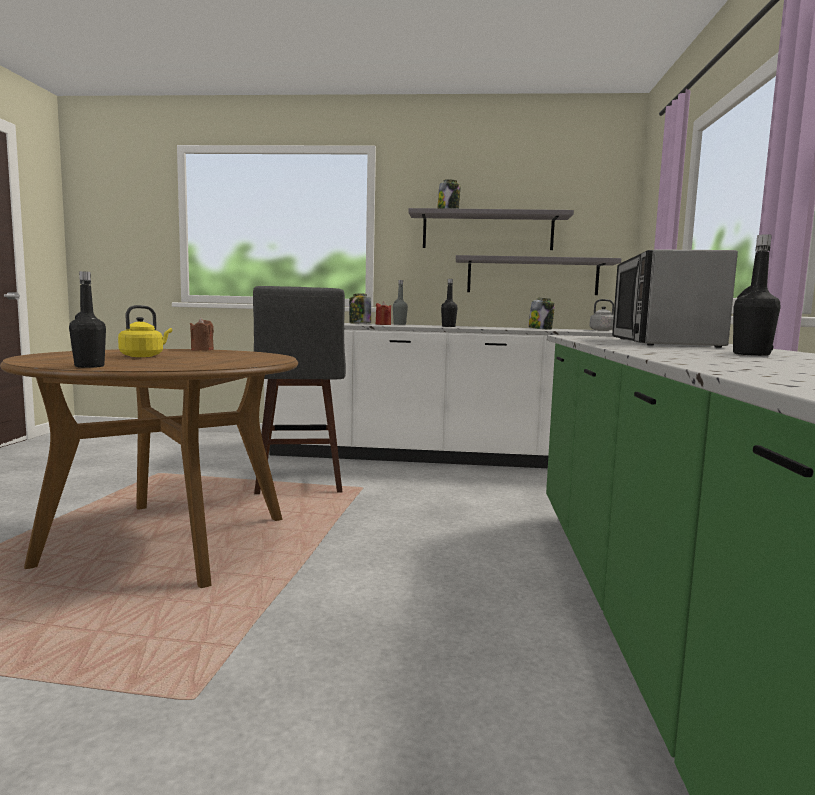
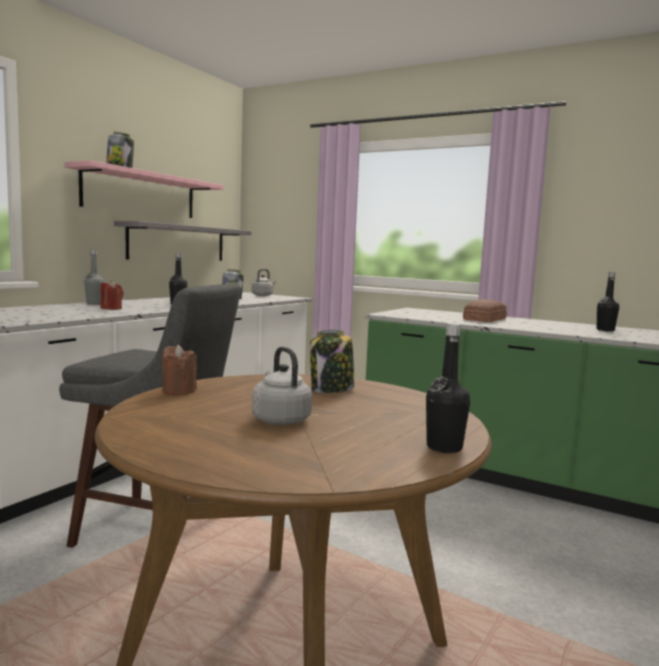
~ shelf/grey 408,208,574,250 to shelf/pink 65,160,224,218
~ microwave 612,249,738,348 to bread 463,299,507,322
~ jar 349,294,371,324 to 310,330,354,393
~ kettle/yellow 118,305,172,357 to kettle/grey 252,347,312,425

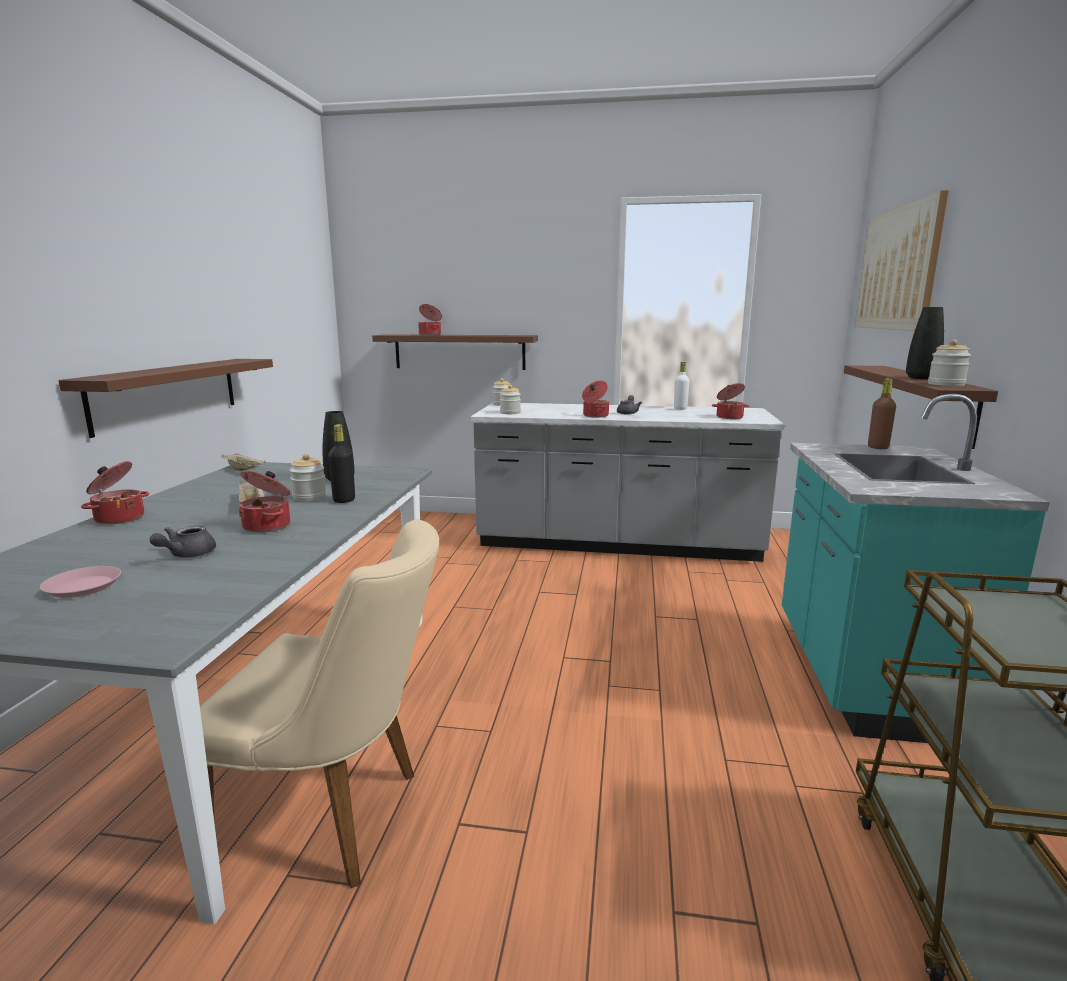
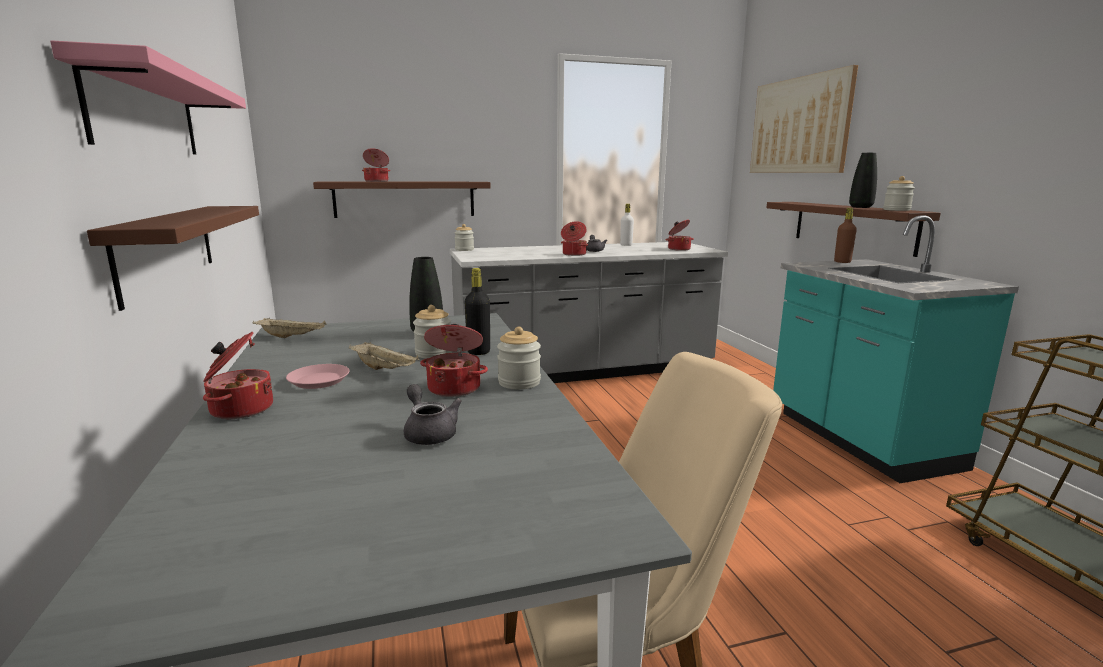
~ jar 500,385,521,414 to 497,327,541,389
~ teapot/grey 149,525,216,558 = 404,384,462,445 150 degrees clockwise
~ plate/pink 40,566,121,598 to 286,364,350,389
+ shelf/pink 50,40,246,154

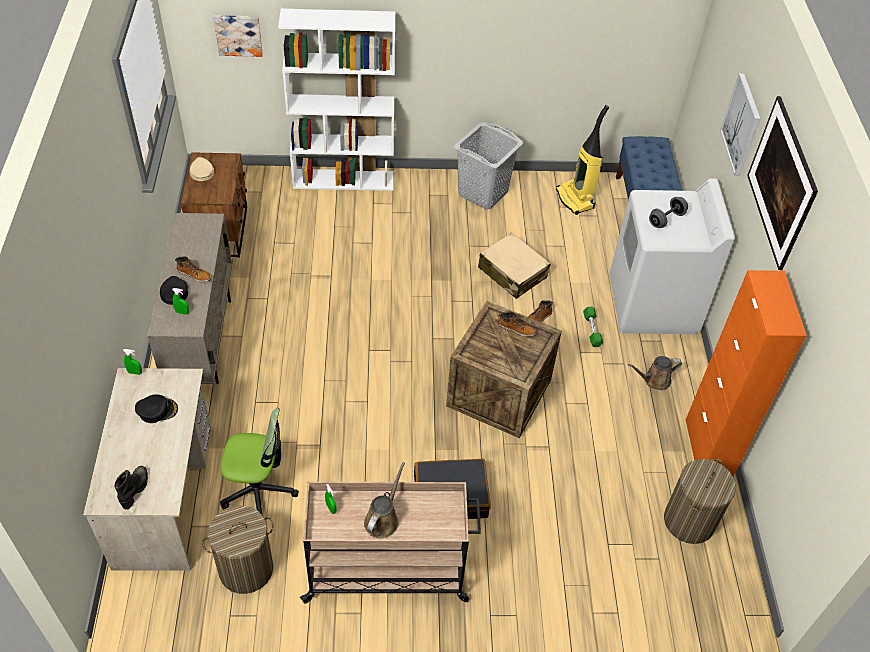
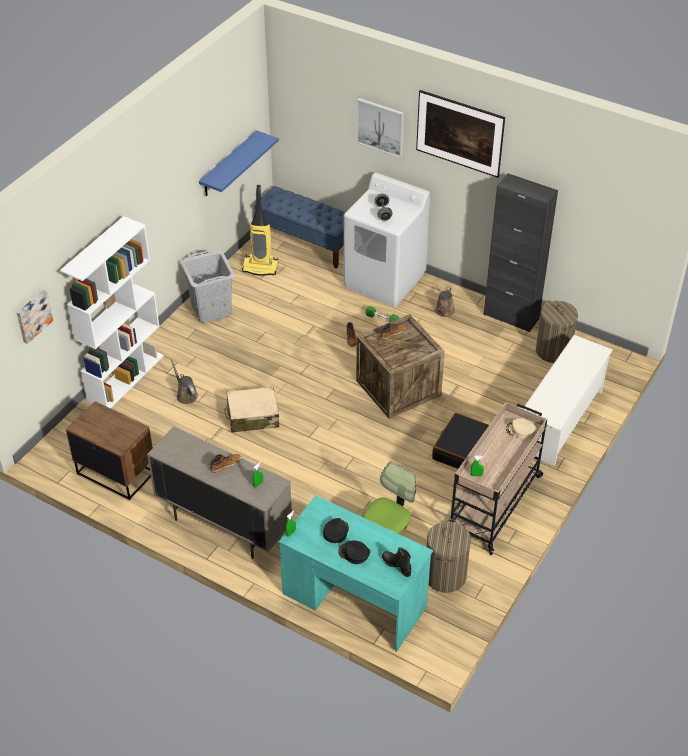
~ cap/beige 190,157,214,181 to 505,418,536,439
~ suitcase/beige 478,233,551,299 to 224,387,279,433
~ cabinet/orange 685,270,807,477 to cabinet/black 484,173,558,332
~ cap/black 160,276,188,305 to 338,540,370,564
~ desk/beige 83,368,212,571 to desk/turquoise 279,495,433,652
~ watering can/brown 364,462,405,538 to 170,359,198,404
+ shelf/blue 199,131,279,196
+ shoe rack/white 523,335,613,466

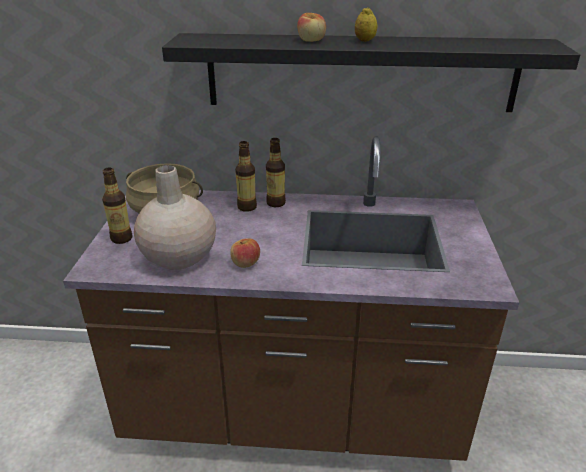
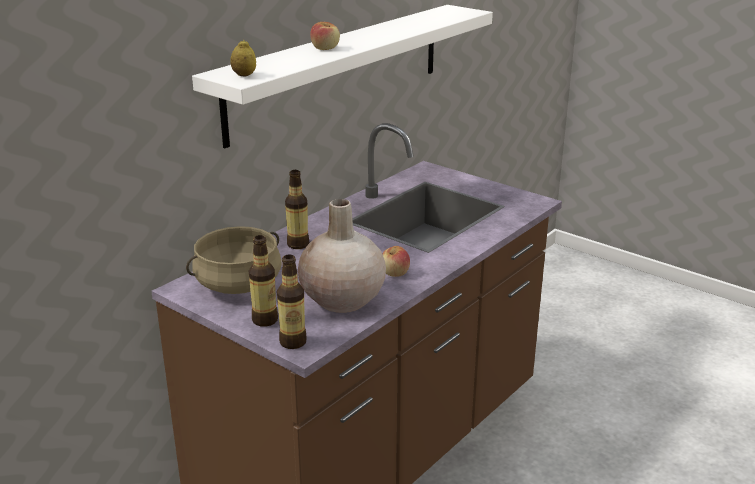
~ lemon 355,8,377,42 to 230,40,256,76
~ shelf/black 162,33,580,112 to shelf/white 192,5,493,148
~ bottle 266,138,286,207 to 277,254,307,349

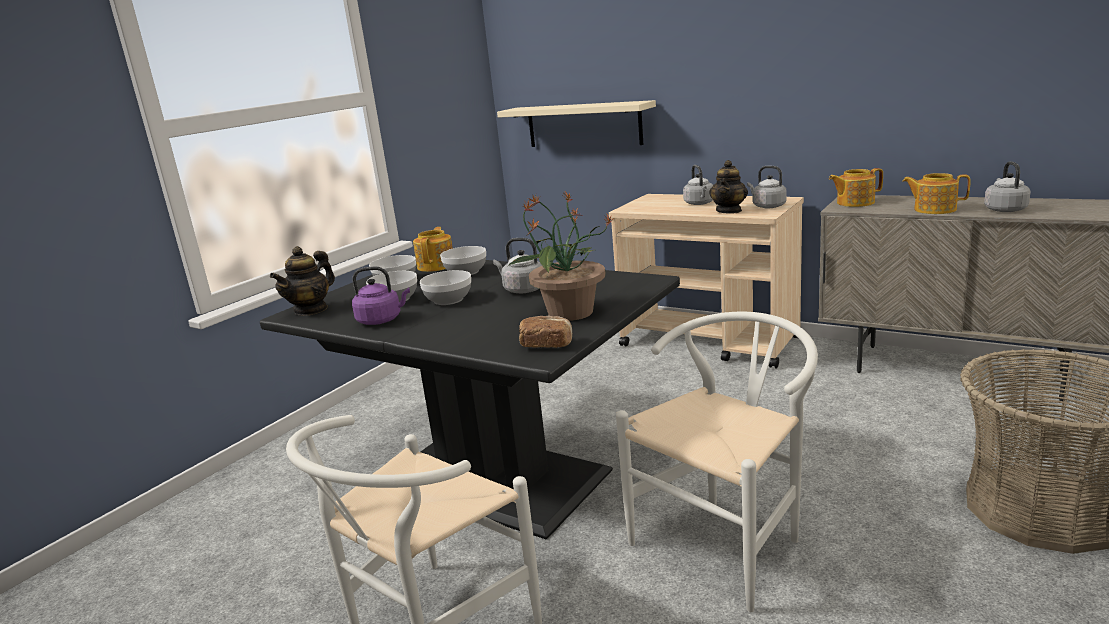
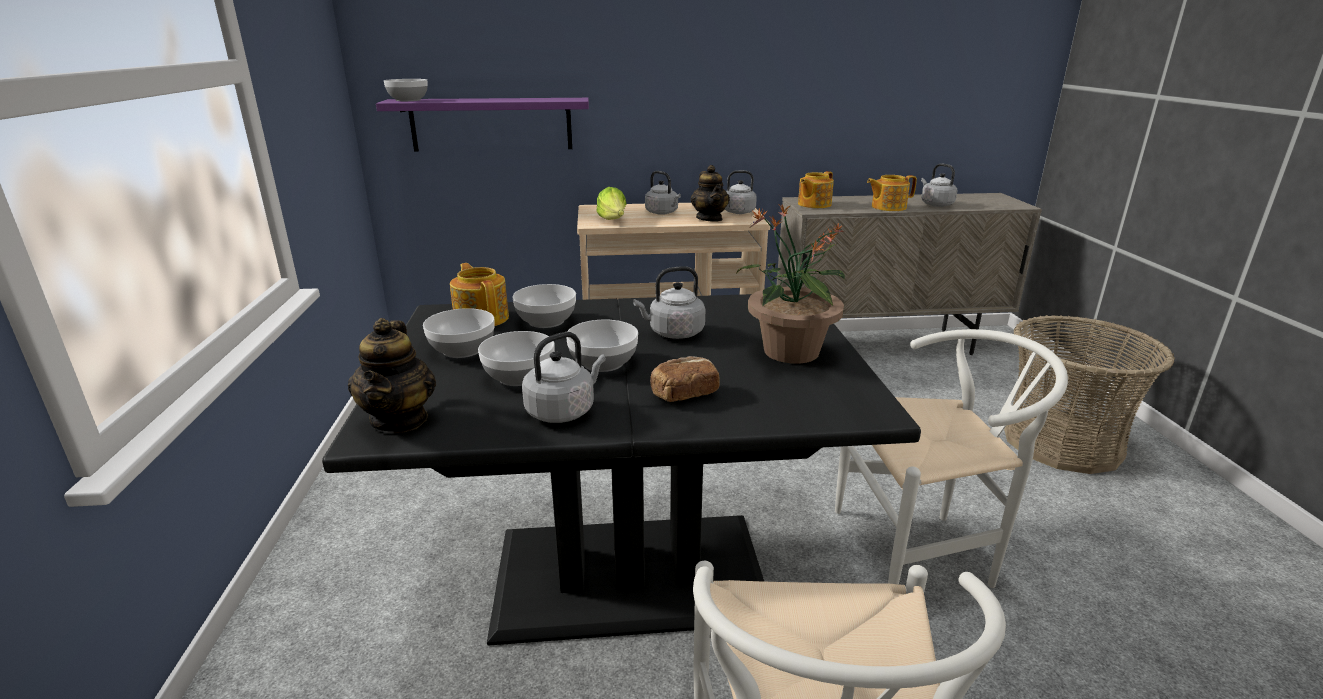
~ shelf/beige 497,100,656,147 to shelf/purple 376,98,589,152
~ kettle/purple 352,266,410,325 to kettle/grey 522,332,606,423
~ chair/white 616,312,818,612 = 835,329,1068,588 75 degrees clockwise
~ bread 519,316,572,348 to 650,356,720,402
+ bowl 384,79,428,101
+ lettuce 597,187,627,220

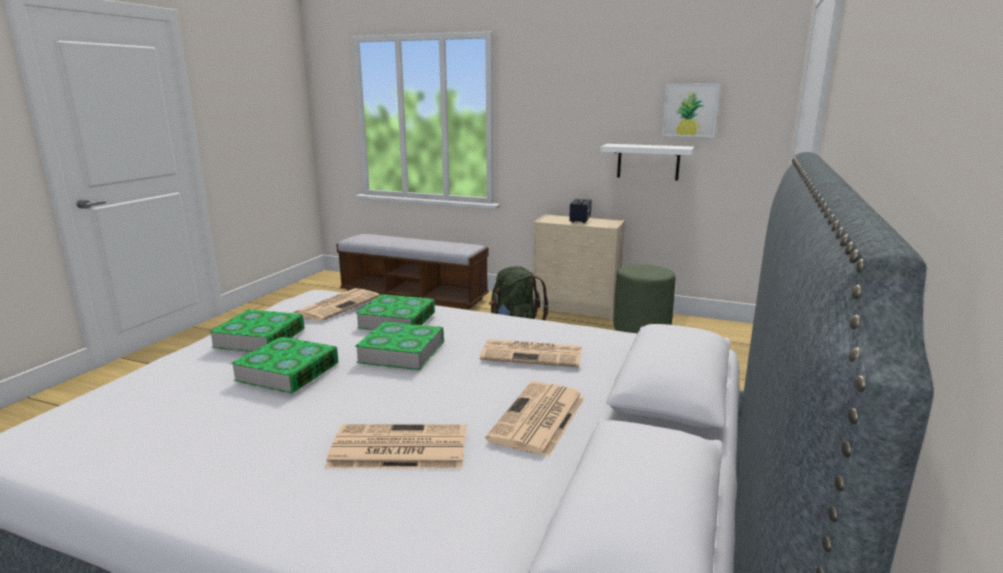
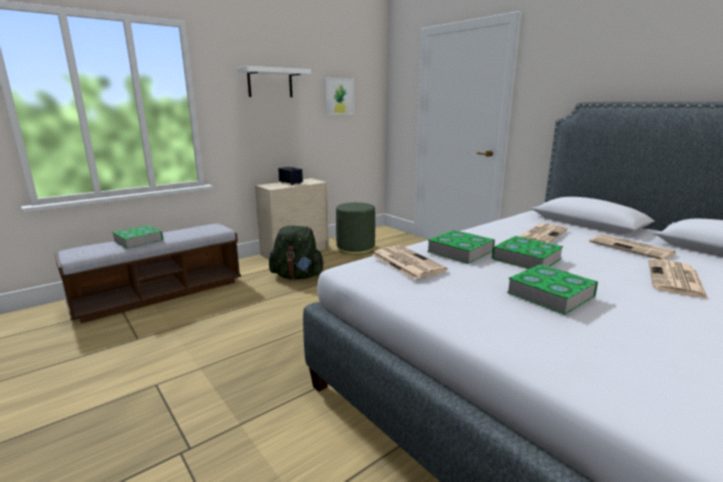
~ shelf/white 601,144,694,180 to 237,66,311,97
~ book 209,310,305,352 to 112,225,163,249

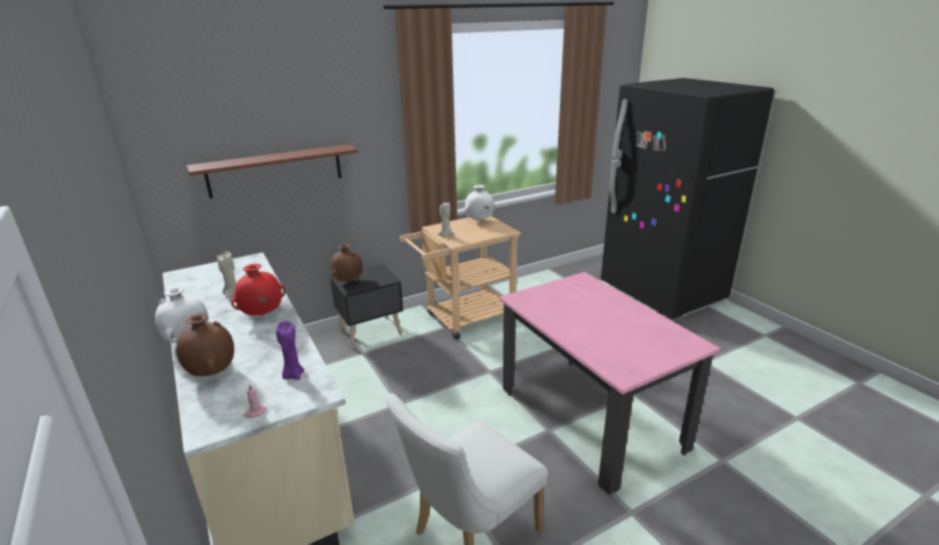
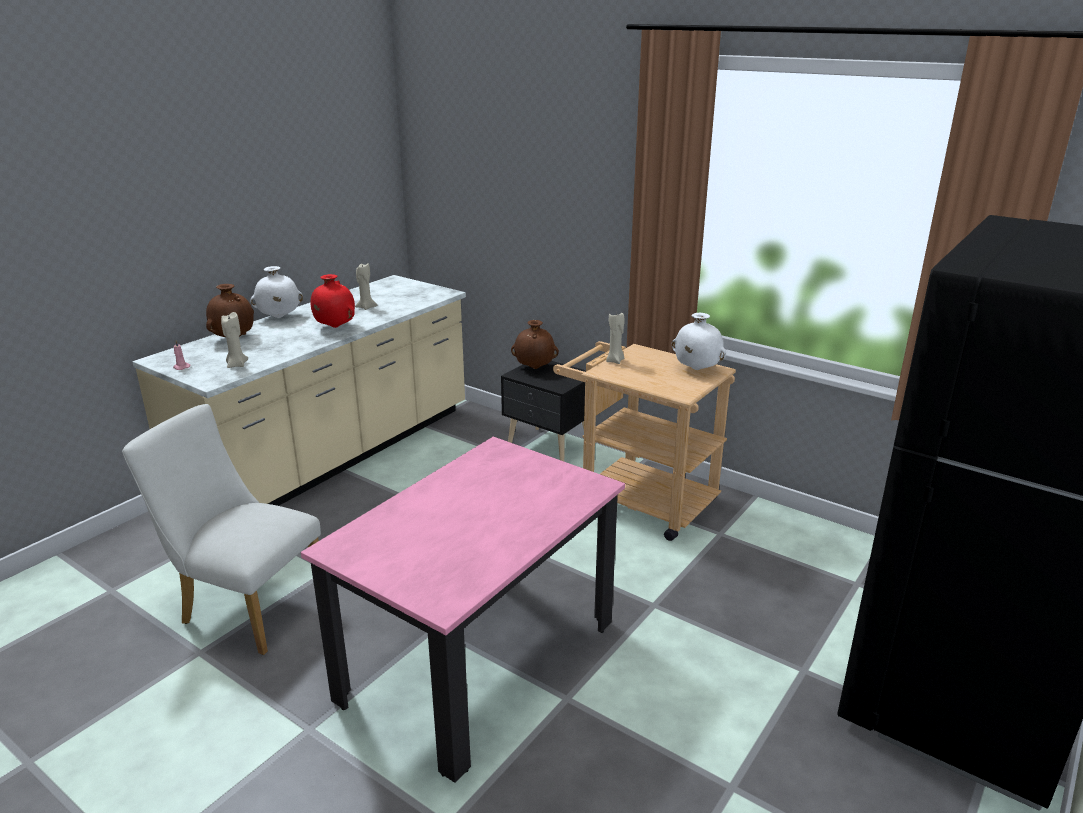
- shelf/brown 187,144,358,198
~ candle/purple 276,321,304,380 to candle/beige 221,312,248,368

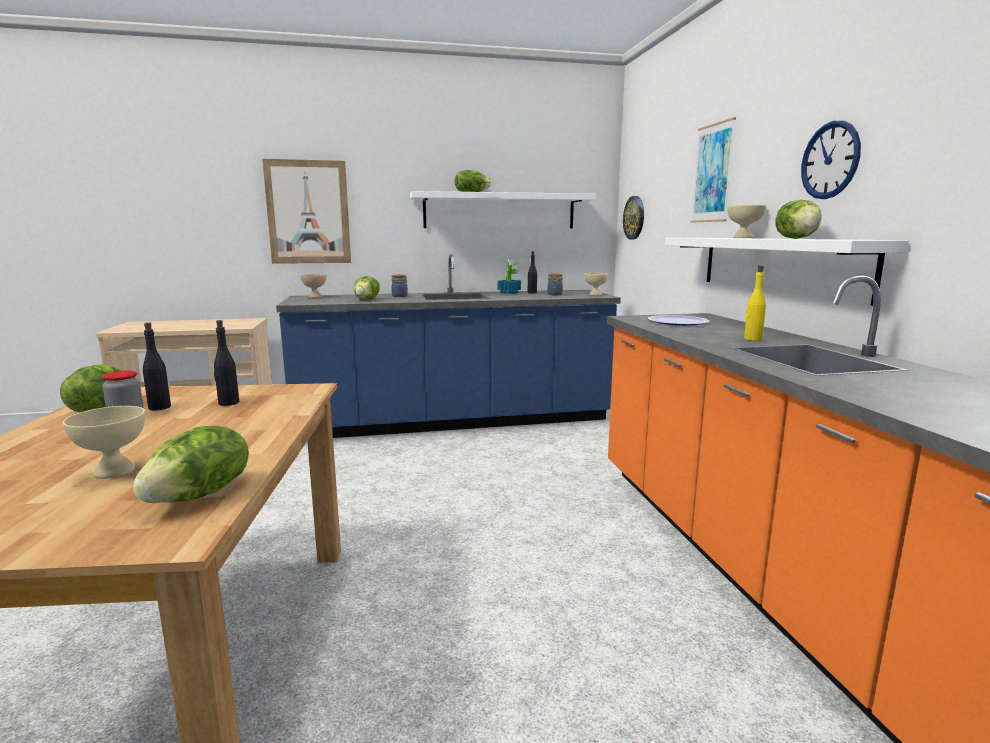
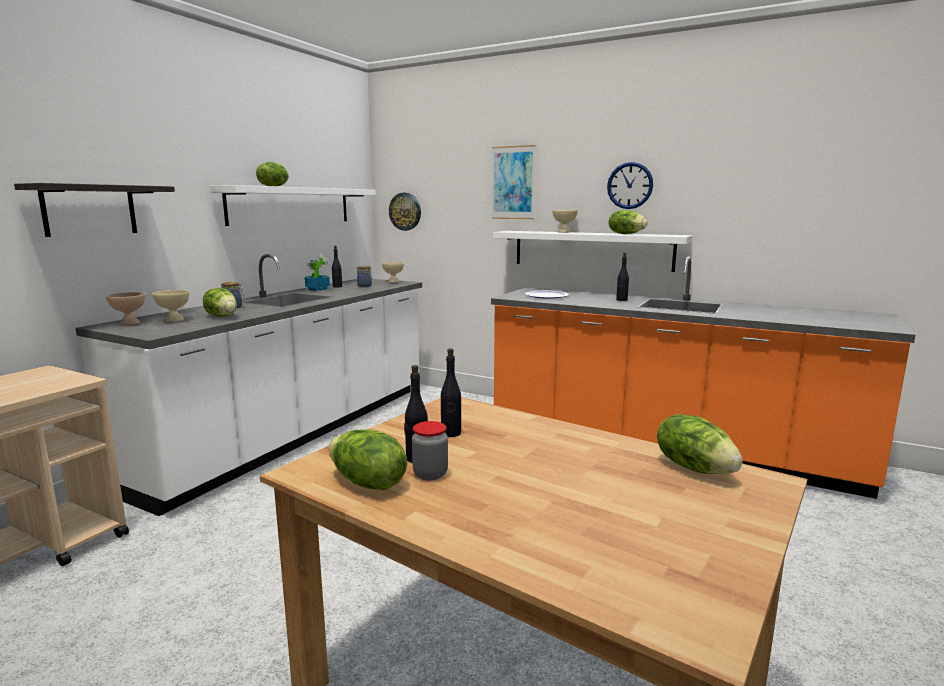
~ picture 262,159,351,264 to shelf 14,183,175,237
~ counter/blue 276,254,621,438 to counter/white 76,254,422,516
~ bottle/yellow 744,265,766,341 to bottle/black 616,253,629,301
~ bowl/beige 62,406,145,479 to 152,290,189,322

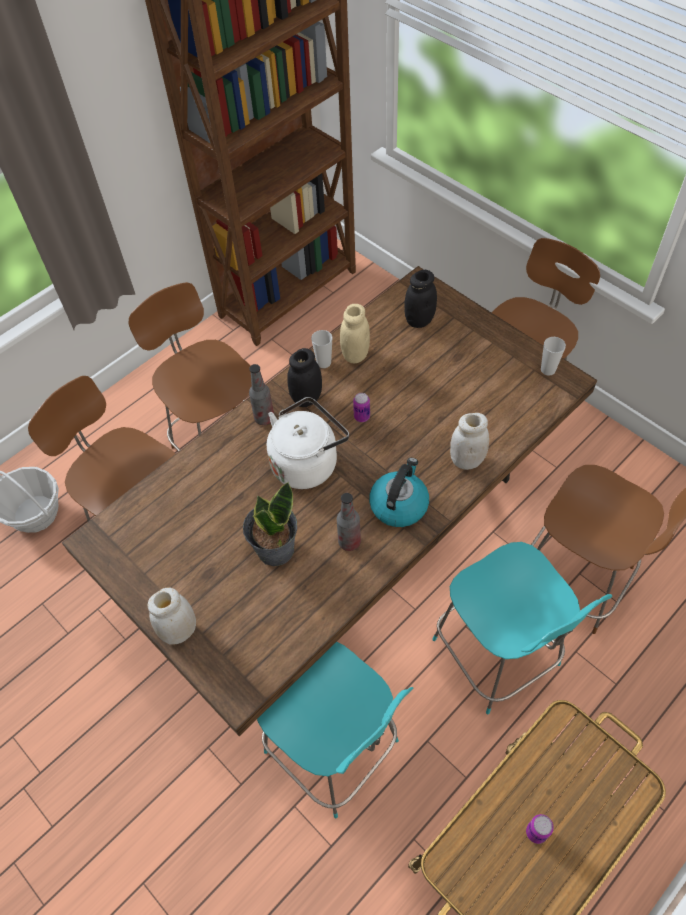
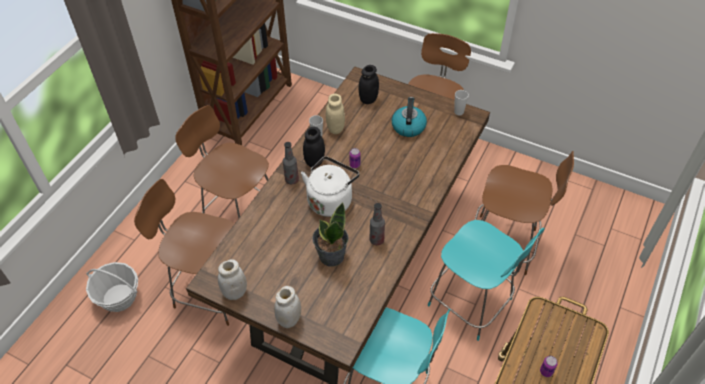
~ jar/white 450,413,489,470 to 218,259,247,300
~ kettle 369,458,429,527 to 392,97,427,137

